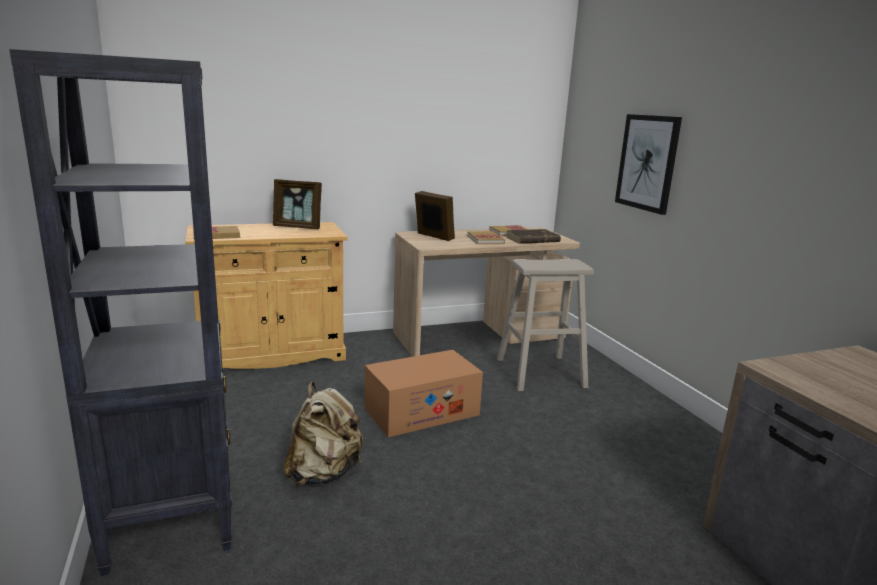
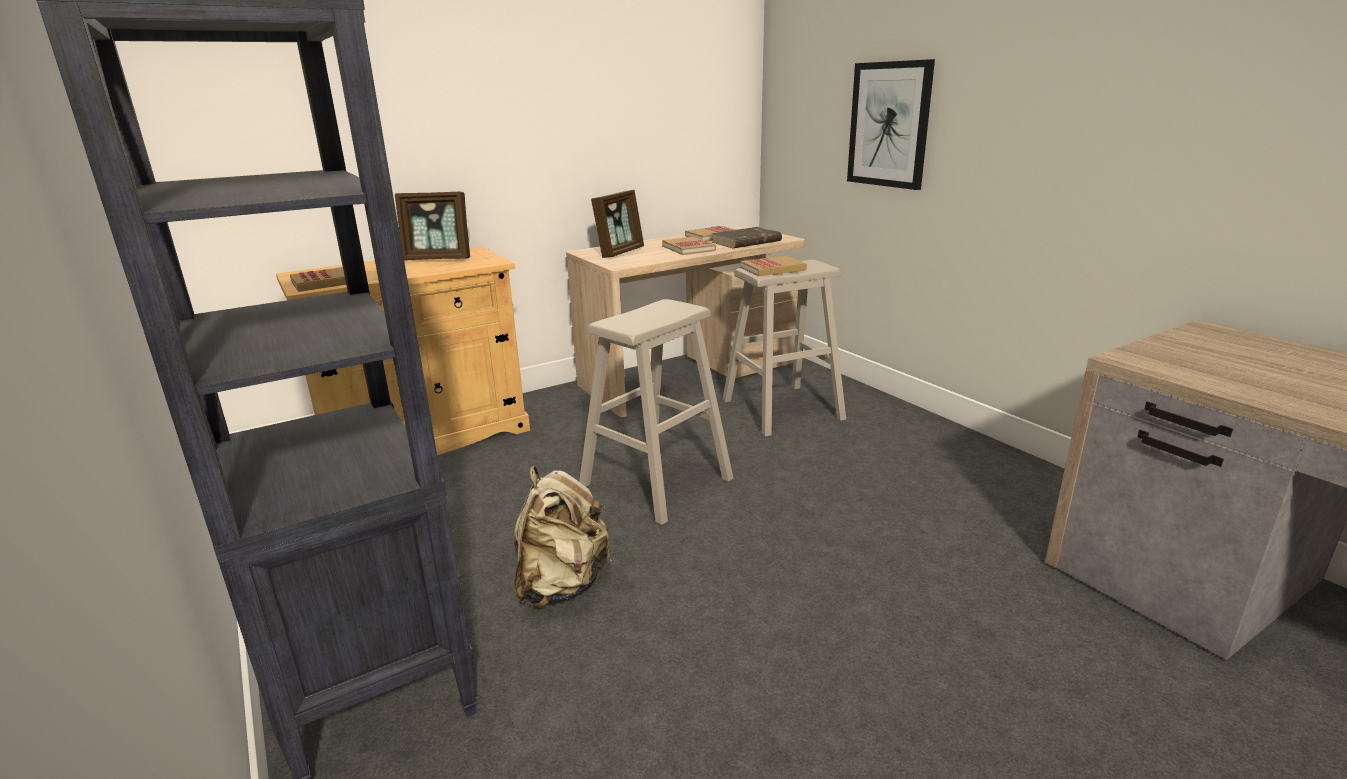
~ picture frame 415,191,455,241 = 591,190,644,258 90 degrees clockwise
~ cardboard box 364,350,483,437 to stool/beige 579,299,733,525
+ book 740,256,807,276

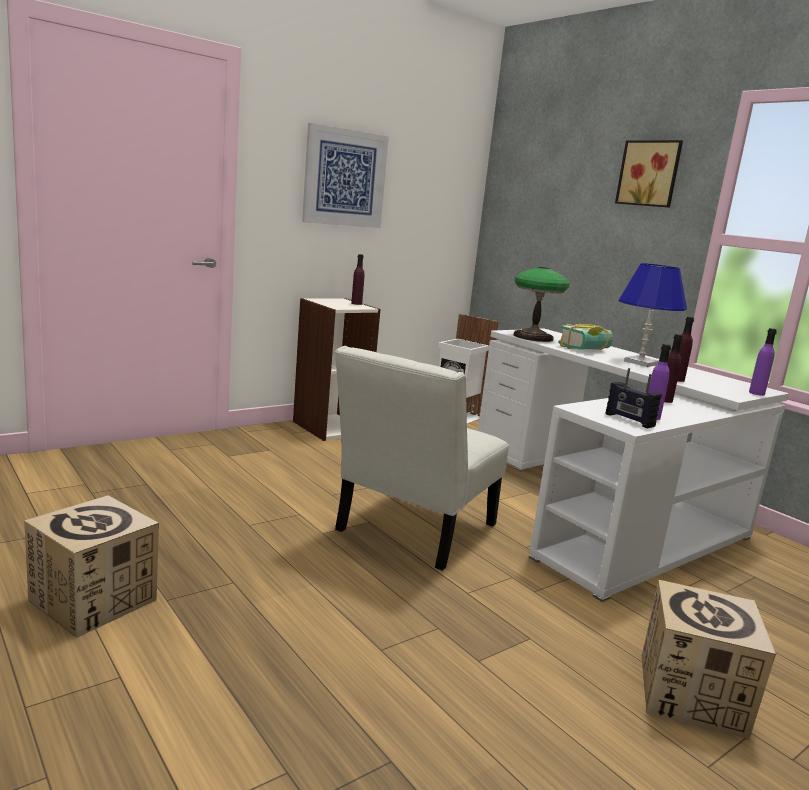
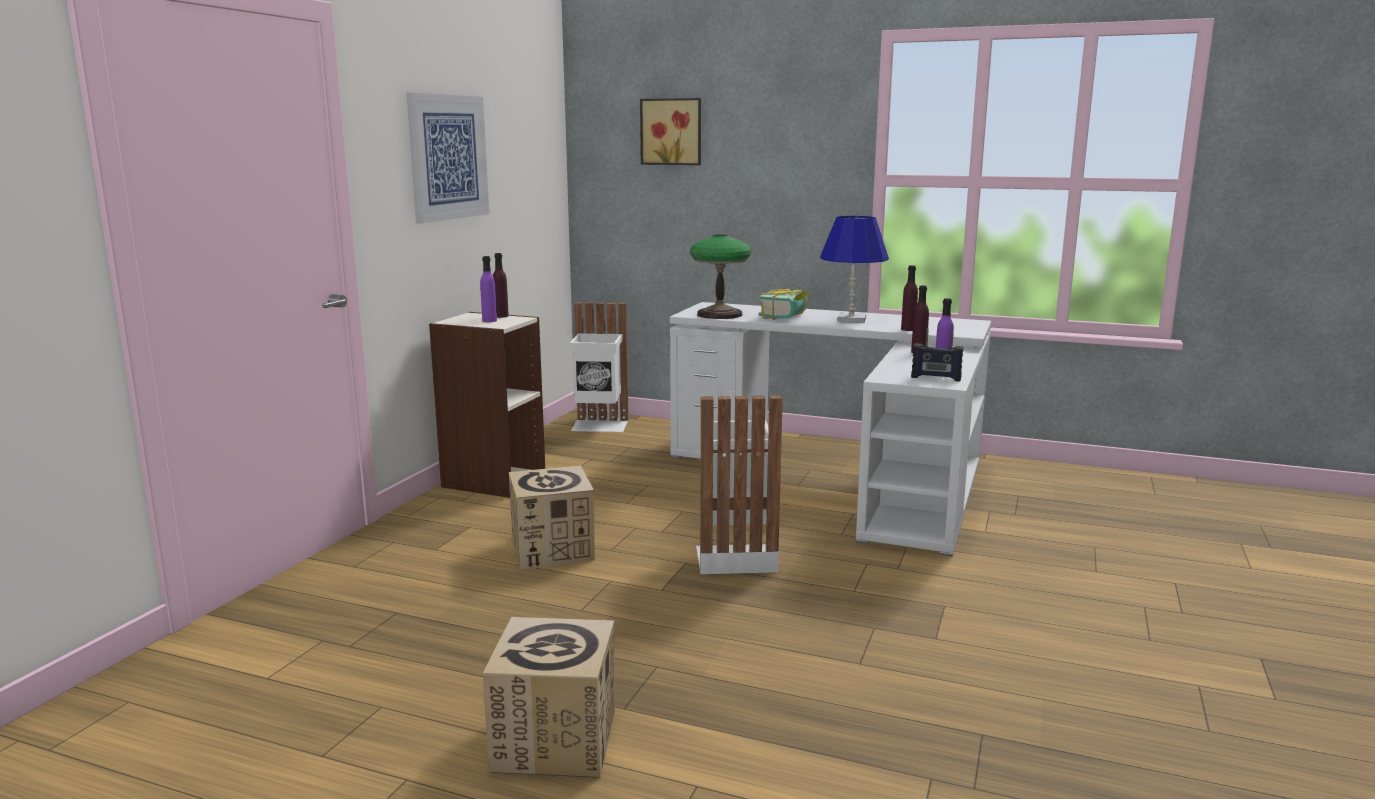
~ picture 615,140,683,208 to 640,98,701,165
~ bottle/purple 749,328,777,396 to 480,256,497,322
~ chair/white 335,346,509,571 to trash can/white 696,395,783,574
~ cardboard box 642,580,776,739 to 509,465,595,570

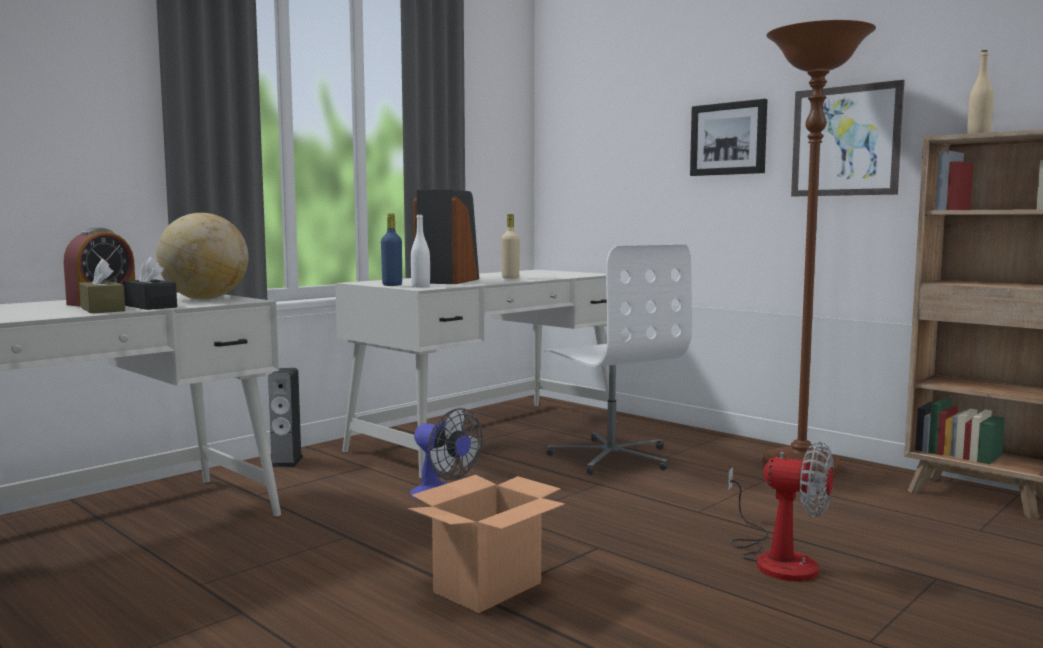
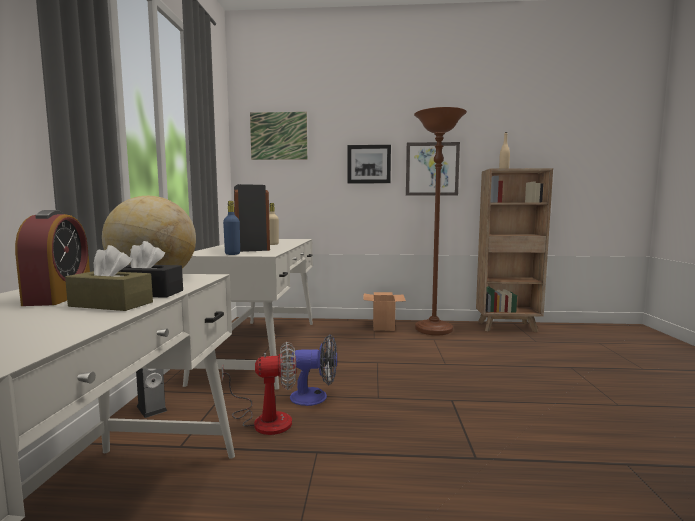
- bottle/white 411,213,430,287
- office chair/white 543,245,692,475
~ fan 728,441,834,581 to 222,341,296,435
~ cardboard box 408,475,565,613 to 363,292,406,331
+ picture 250,112,307,160

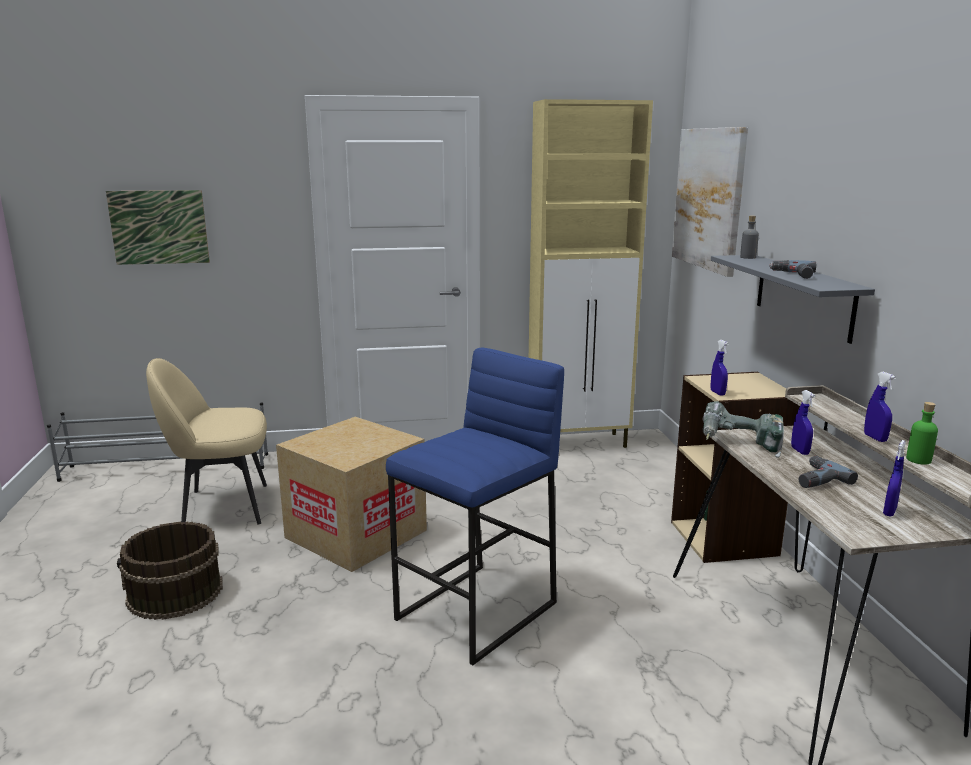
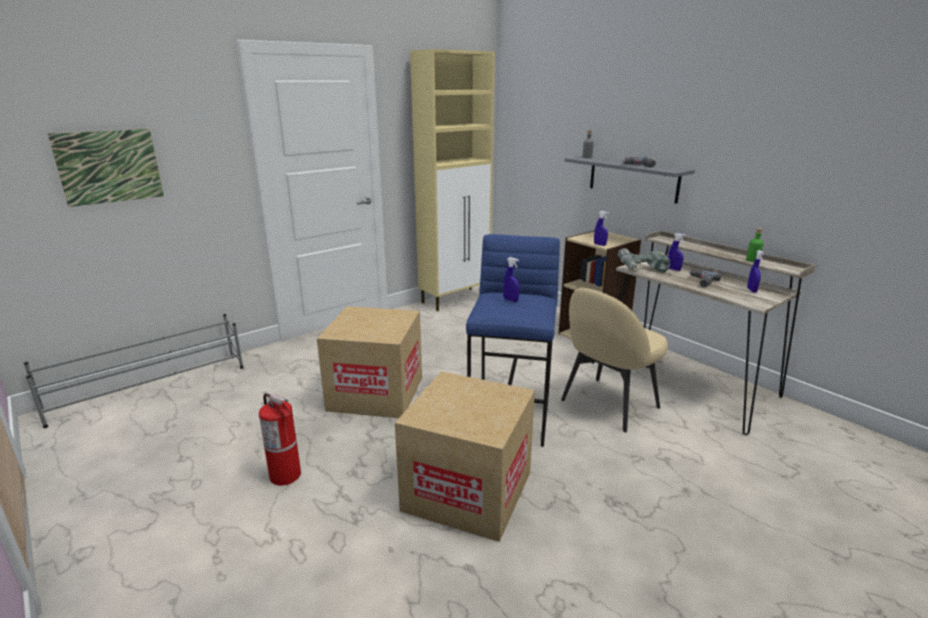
- picture 672,127,748,277
~ chair/beige 146,358,267,525 to 561,288,668,432
~ spray bottle/blue 864,372,896,442 to 503,257,520,302
~ bucket/brown 117,521,223,620 to fire extinguisher 259,393,301,485
+ cardboard box 395,371,535,542

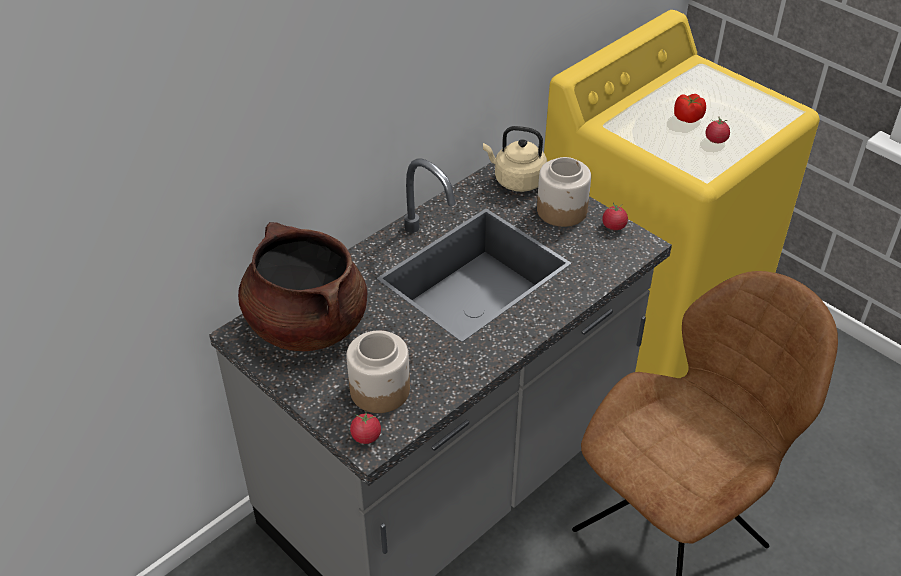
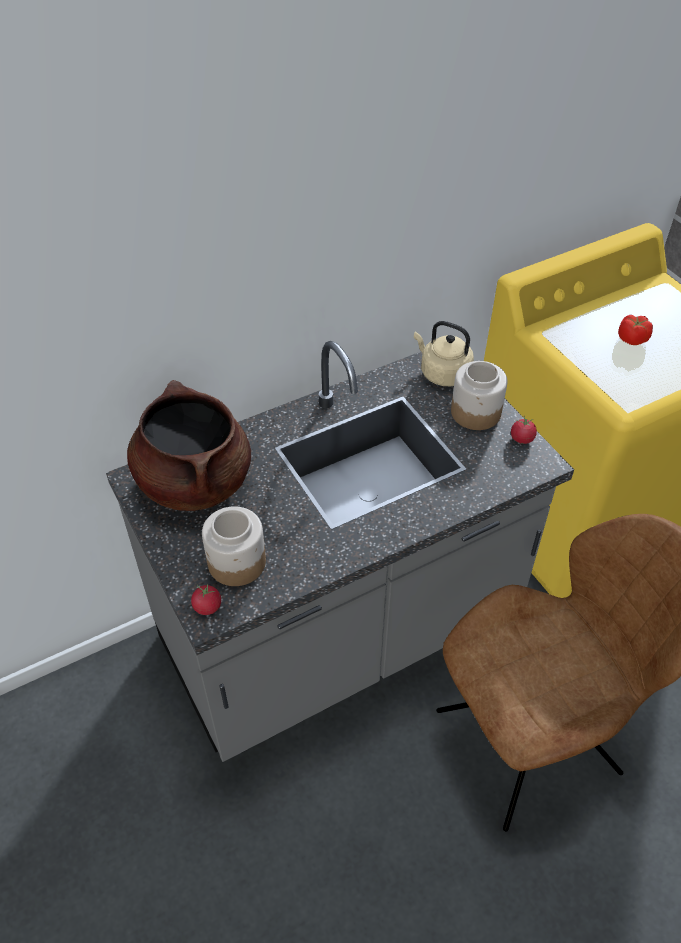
- tomato 705,117,730,143

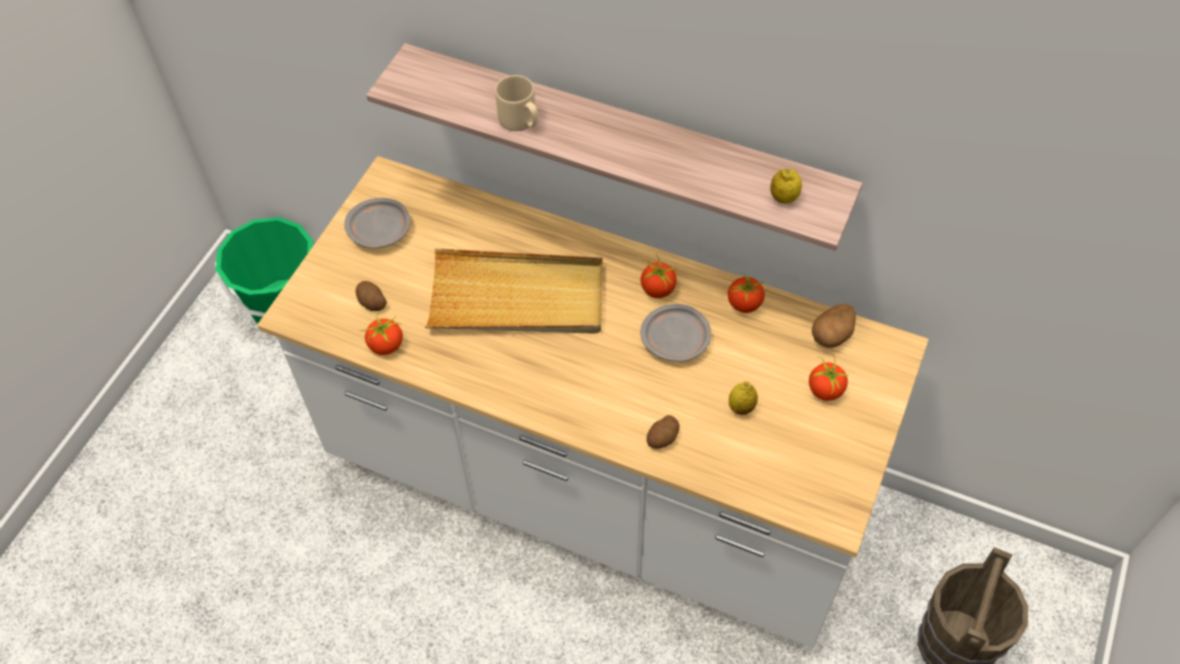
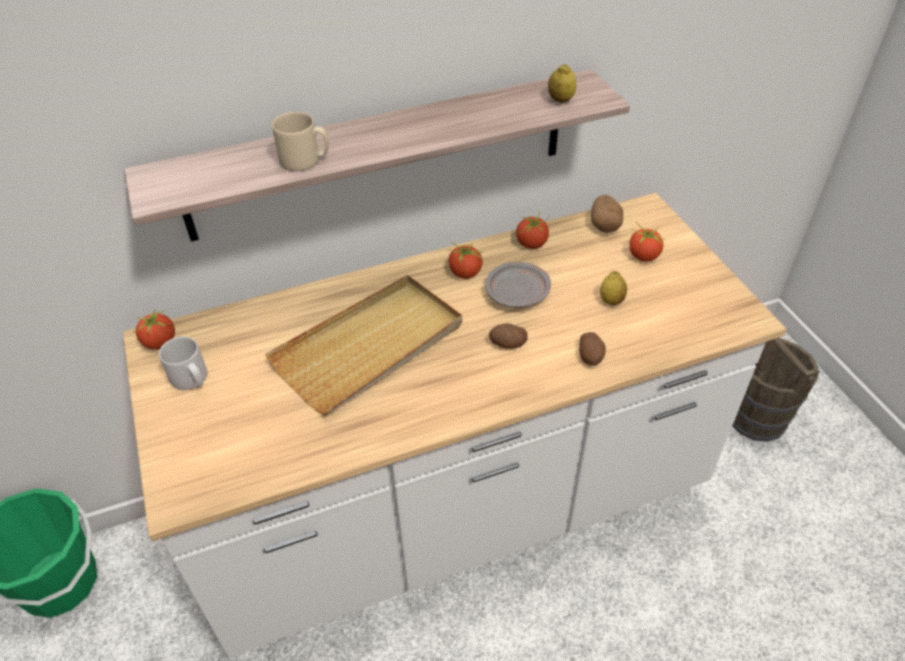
~ plate/grey 344,198,410,248 to mug/grey 159,337,207,390
~ potato 356,281,387,311 to 489,323,528,349
~ tomato 360,315,403,355 to 133,310,175,350

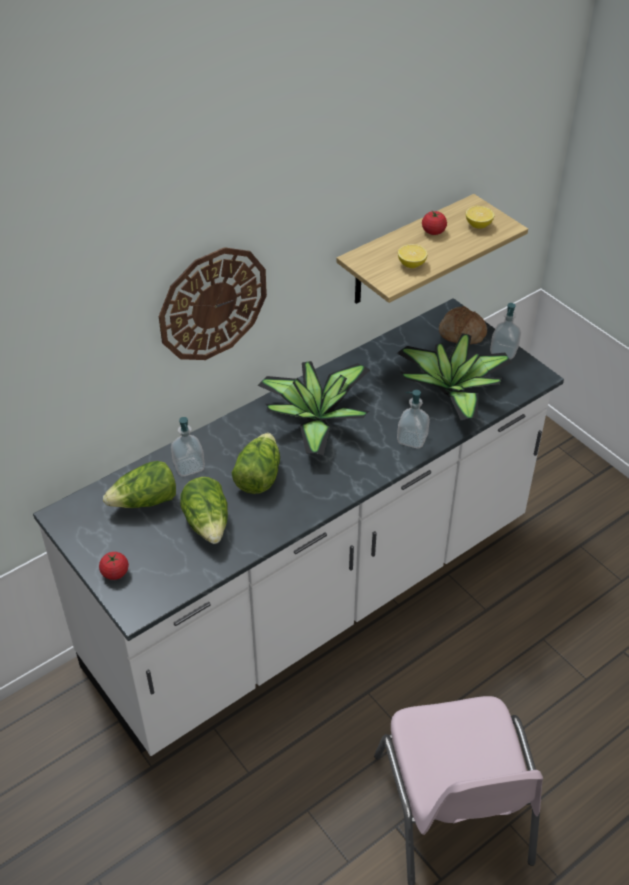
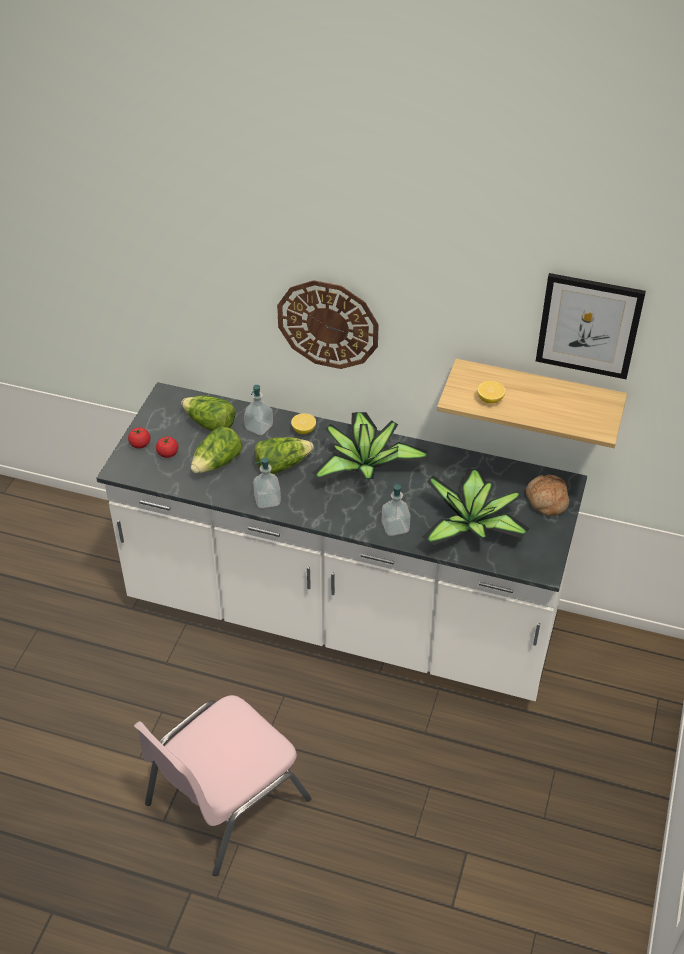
~ lemon 466,206,495,229 to 291,413,316,434
~ tomato 422,211,447,235 to 156,437,178,458
~ soap dispenser 490,303,521,360 to 253,457,281,508
+ picture 536,273,646,379

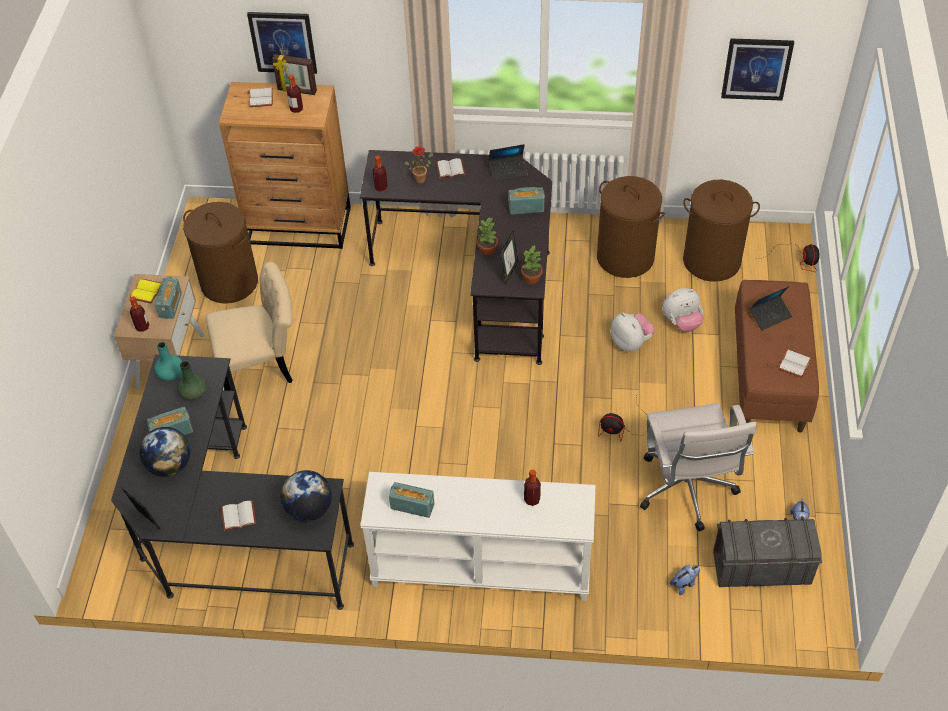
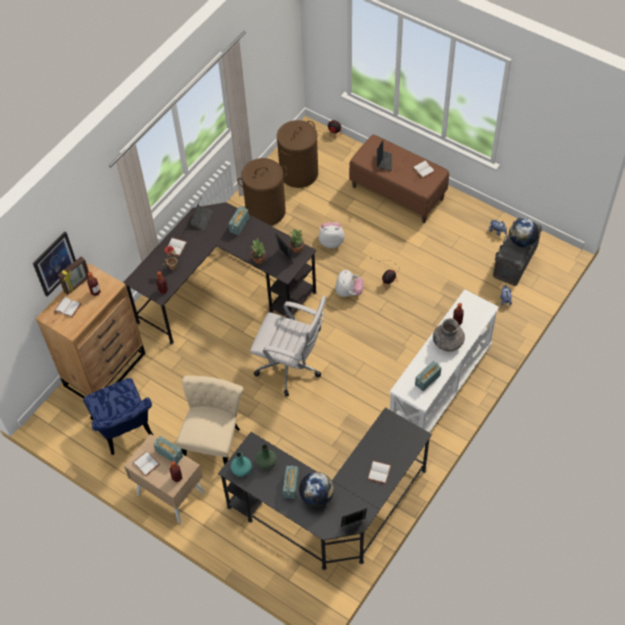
- picture 721,38,794,101
~ laundry basket/brown 183,202,258,304 to chair/blue 83,378,154,455
~ book/yellow 131,279,161,304 to book/white 133,451,160,476
~ plush toy 663,288,704,332 to 335,270,364,297
~ office chair/white 640,403,757,532 to 250,295,326,397
~ globe 280,470,332,522 to 509,218,539,247
+ vase/grey 433,318,465,351

